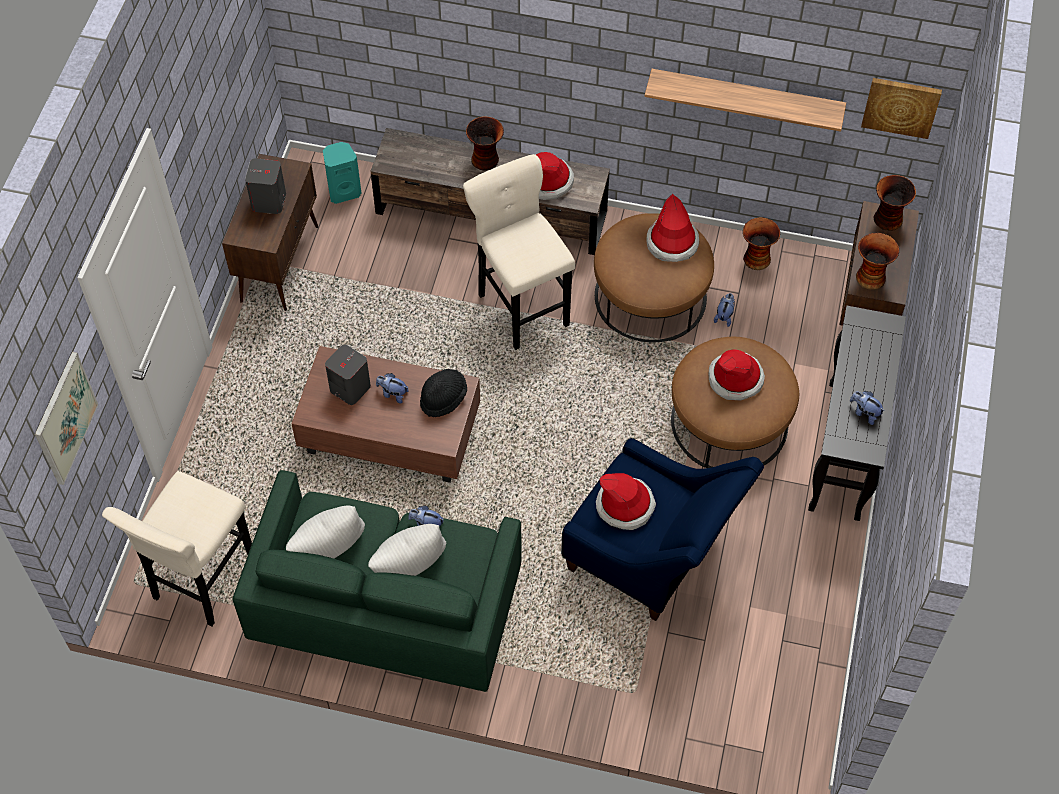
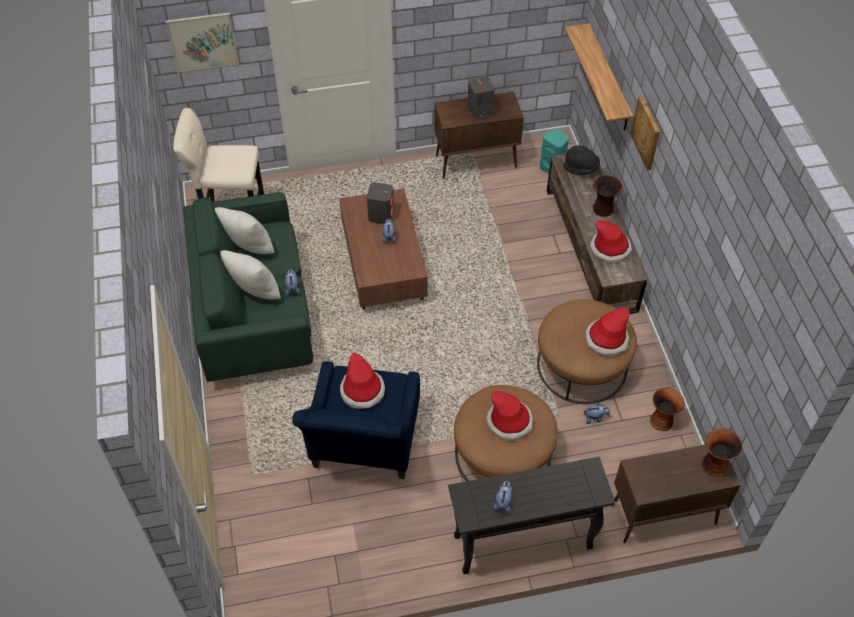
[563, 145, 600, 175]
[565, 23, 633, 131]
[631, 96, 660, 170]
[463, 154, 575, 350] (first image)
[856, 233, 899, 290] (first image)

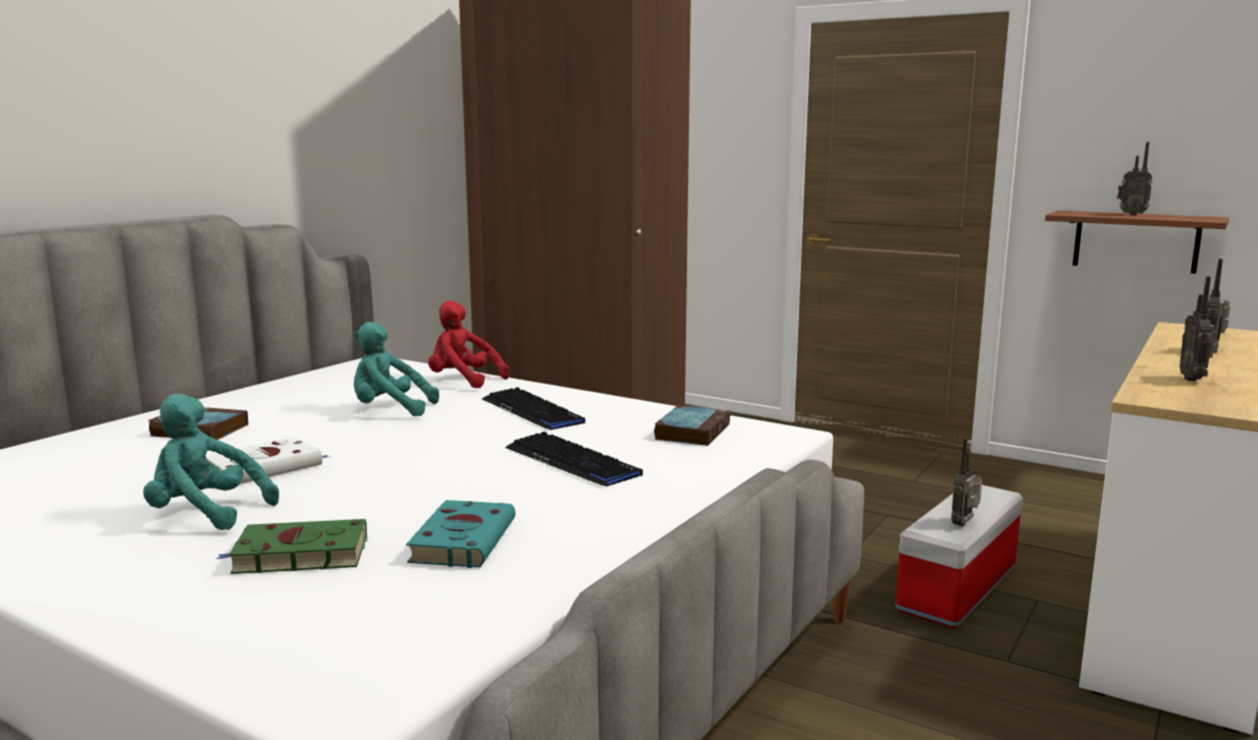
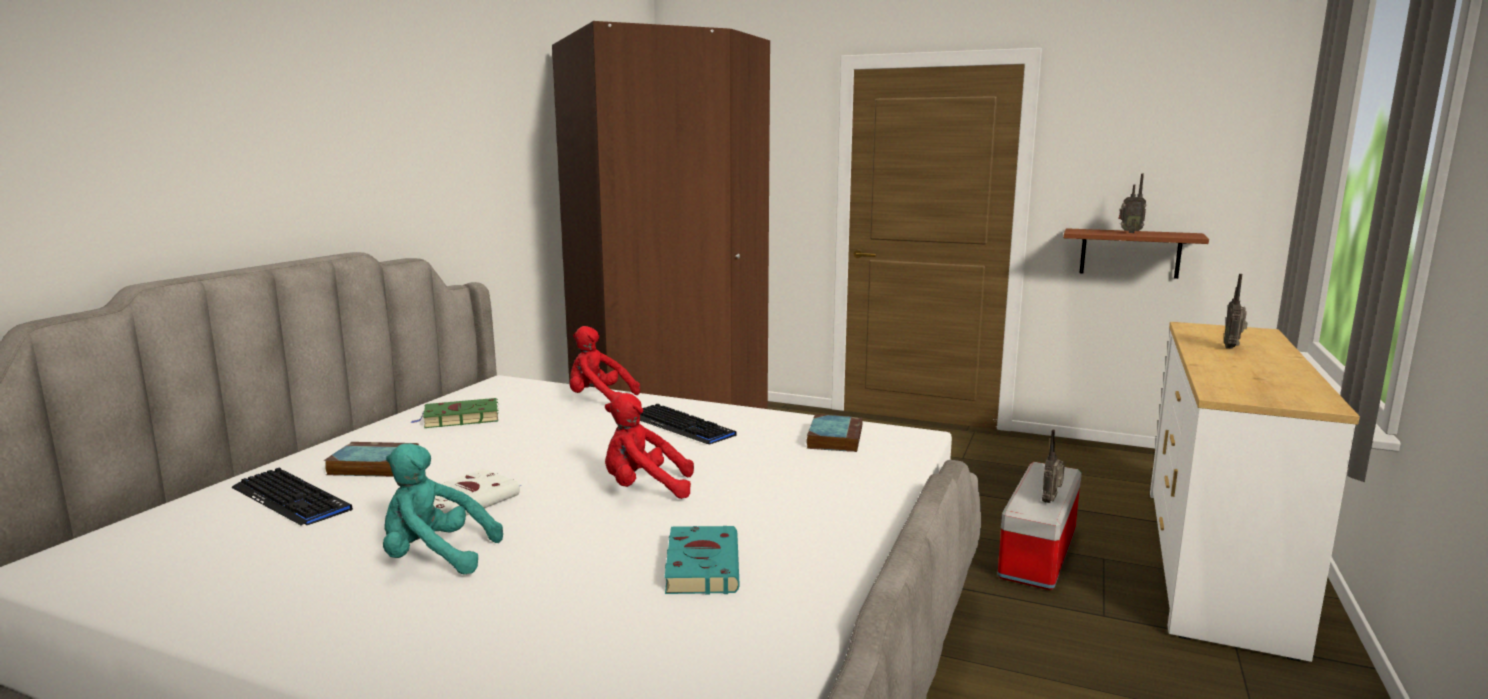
[231, 468, 353, 525]
[411, 398, 499, 428]
[605, 393, 694, 499]
[354, 322, 439, 416] (first image)
[1179, 276, 1218, 381] (first image)

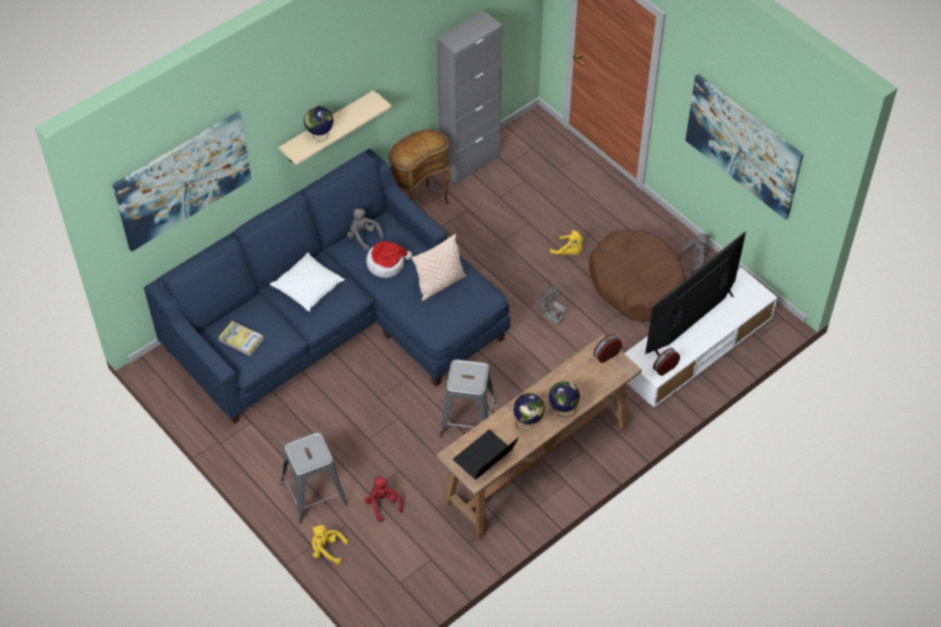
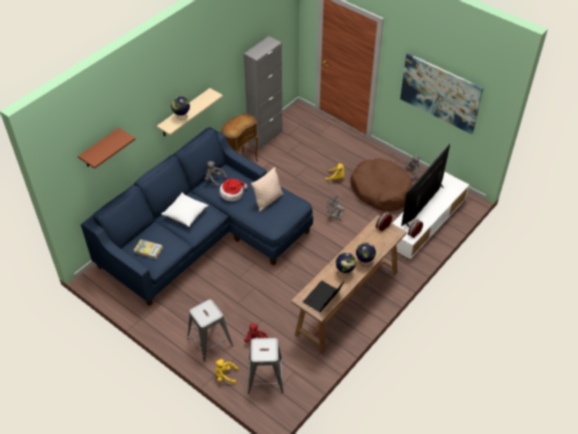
[78, 128, 136, 169]
[248, 338, 284, 394]

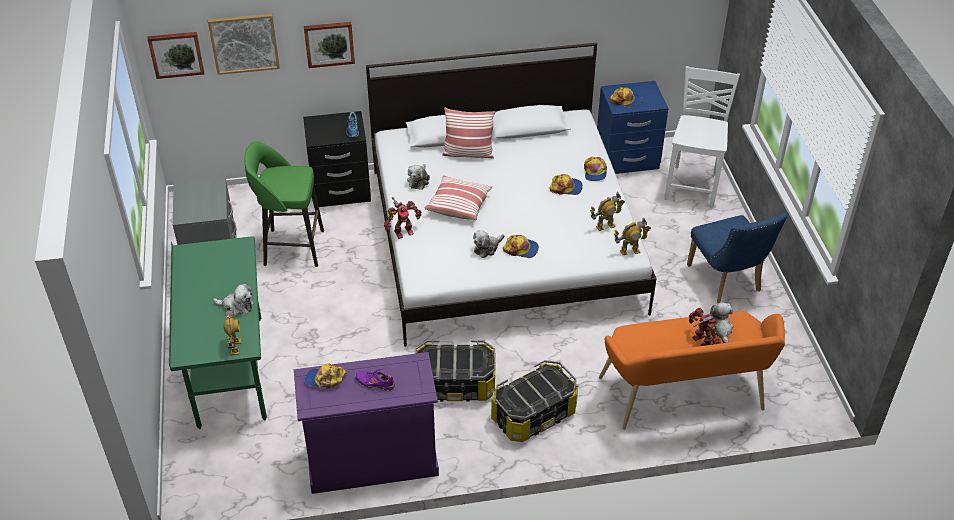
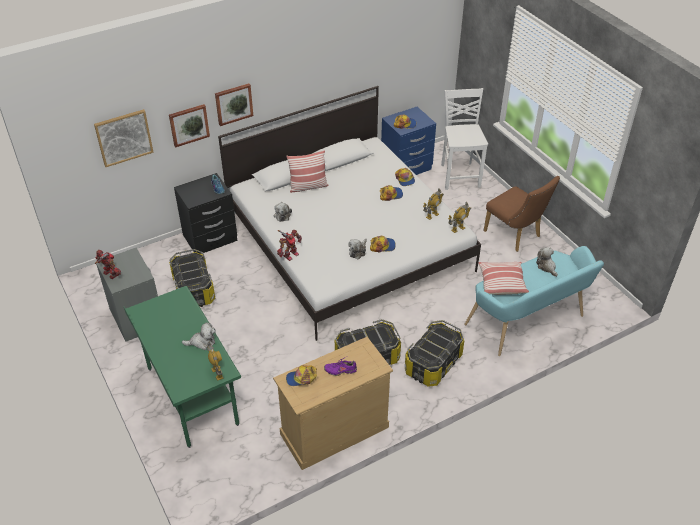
[95, 249, 121, 279]
[169, 249, 215, 307]
[215, 83, 253, 126]
[273, 337, 393, 470]
[464, 246, 604, 356]
[478, 262, 529, 295]
[483, 176, 560, 252]

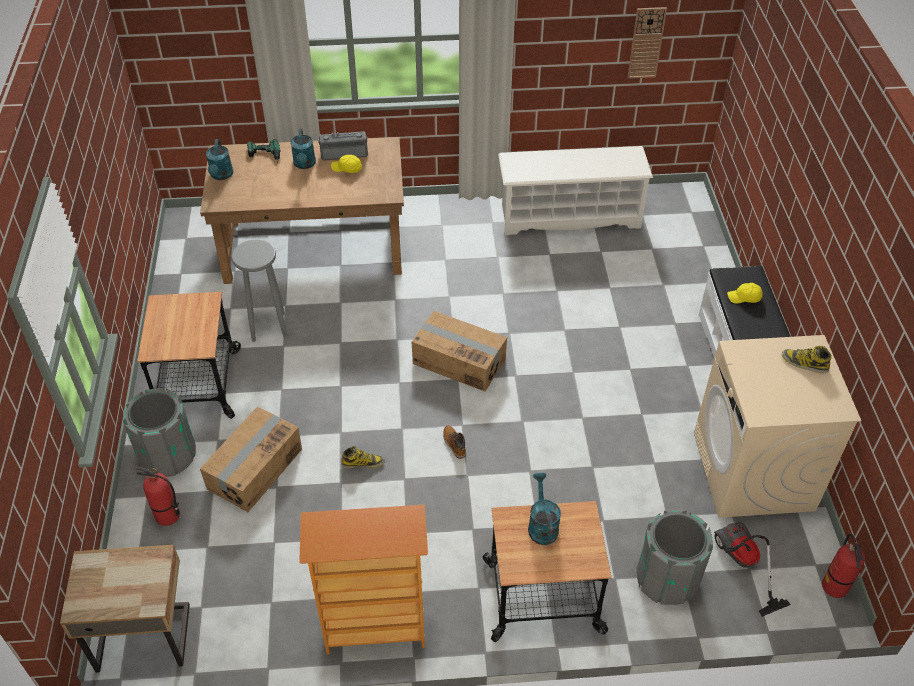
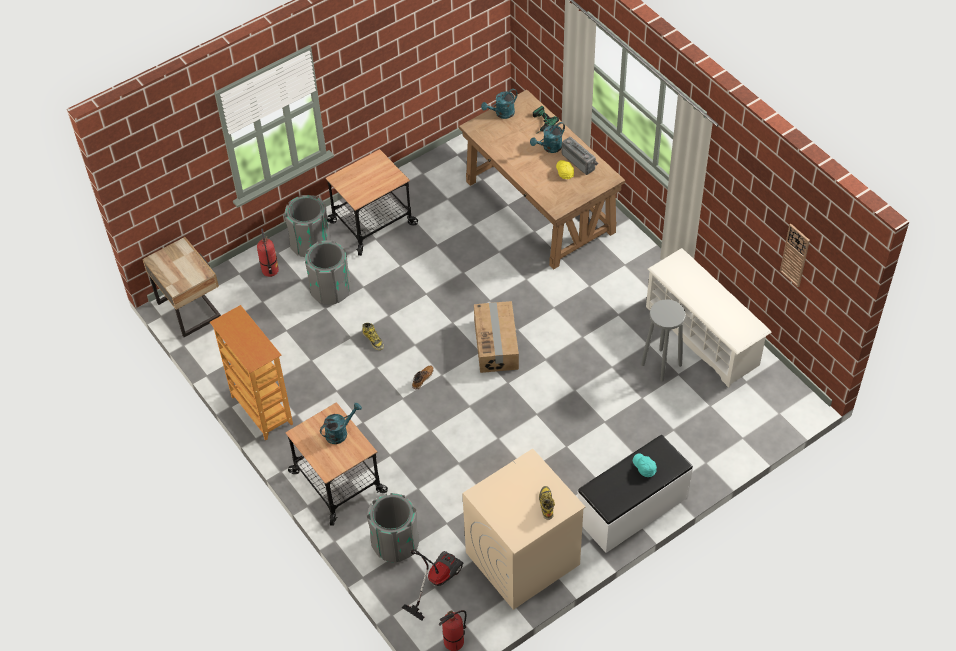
[305, 240, 351, 304]
[633, 454, 657, 477]
[641, 299, 686, 381]

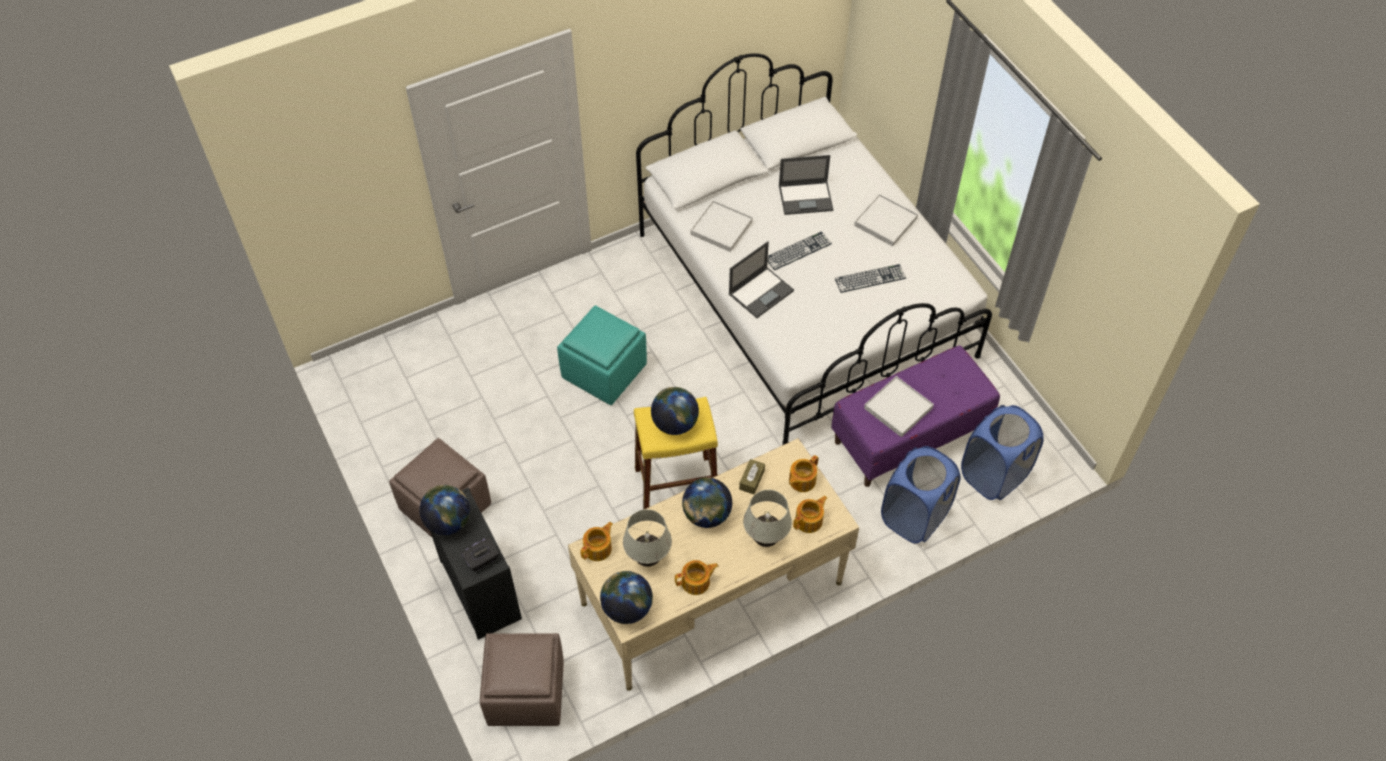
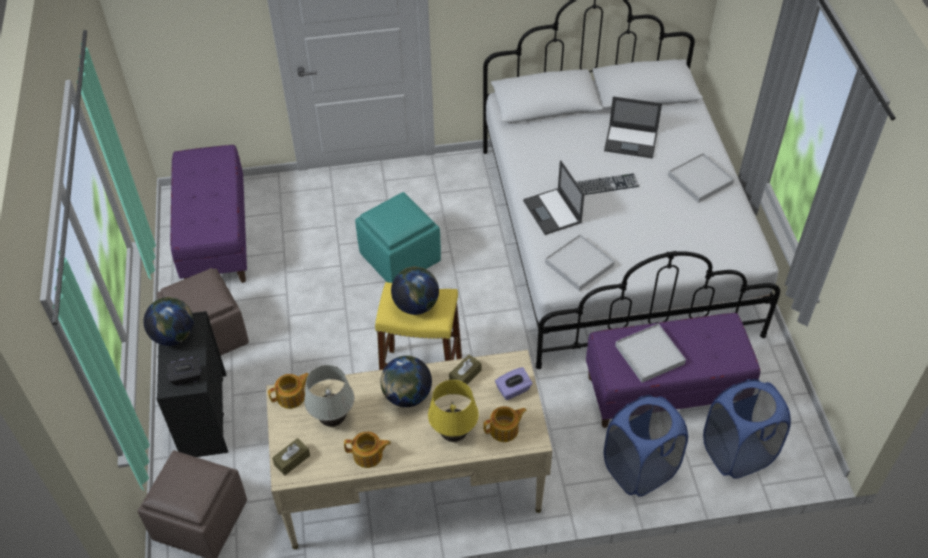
[170, 145, 247, 283]
[272, 438, 310, 475]
[428, 380, 479, 442]
[495, 367, 532, 400]
[523, 160, 584, 235]
[545, 234, 615, 291]
[835, 264, 906, 293] (first image)

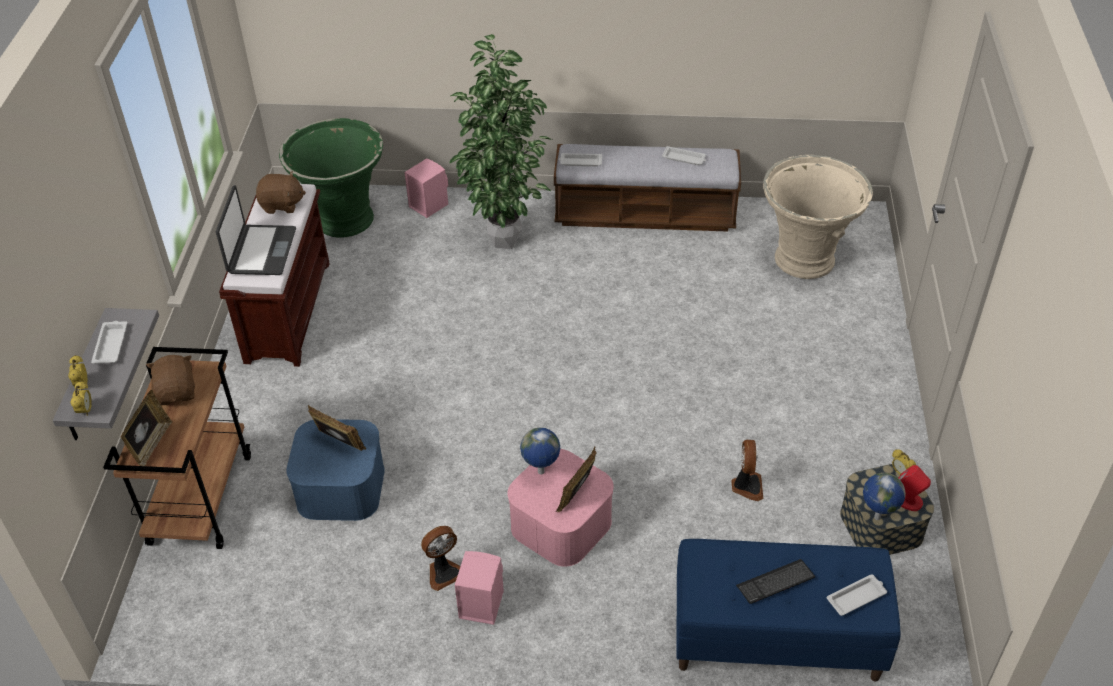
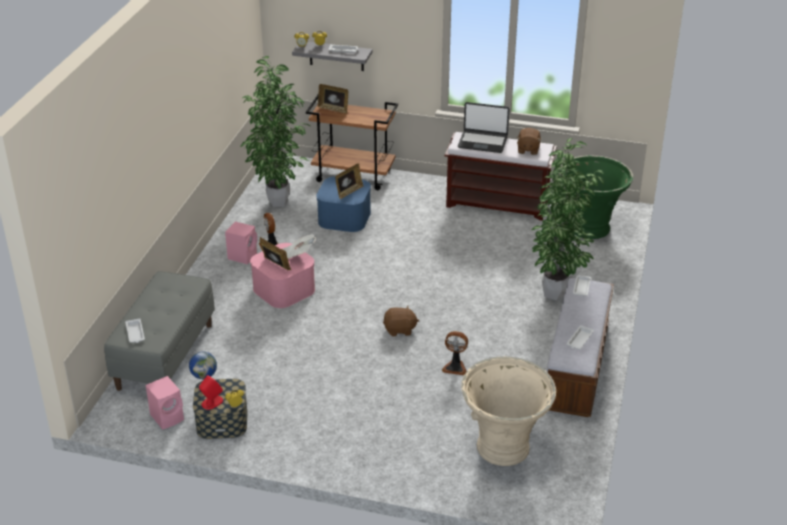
[104, 271, 215, 391]
[146, 376, 184, 430]
[241, 56, 310, 207]
[282, 234, 316, 259]
[383, 306, 419, 336]
[442, 331, 468, 375]
[736, 559, 815, 604] (first image)

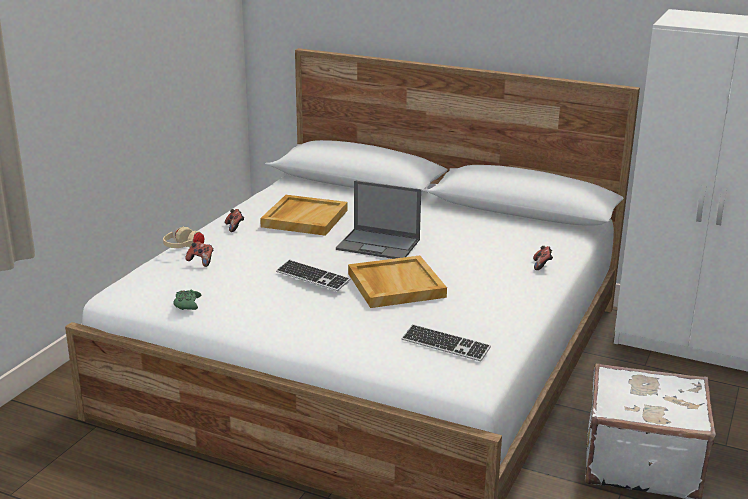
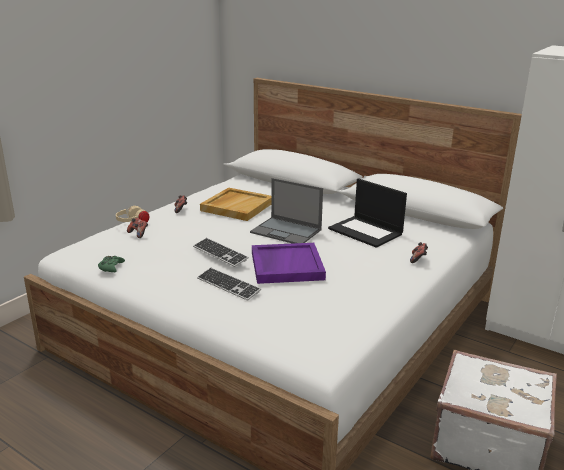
[197, 268, 261, 301]
[252, 243, 326, 284]
[328, 178, 407, 248]

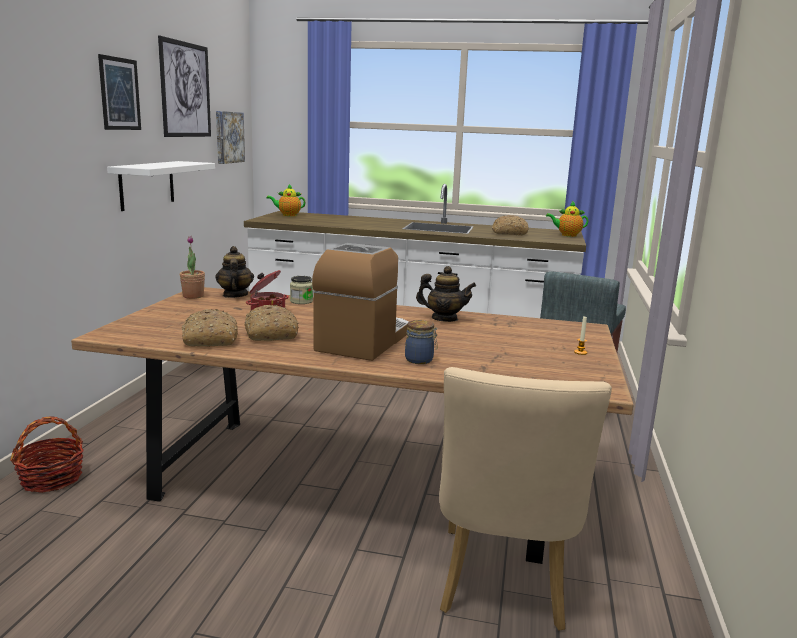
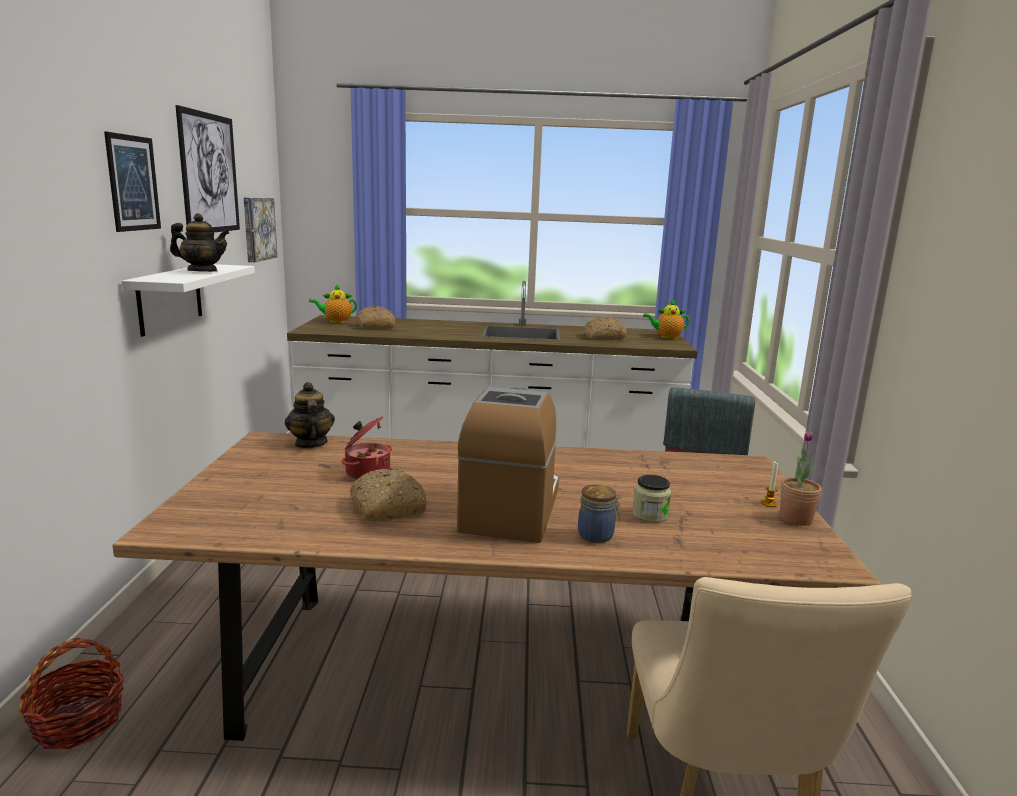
[170, 213, 229, 272]
[356, 306, 395, 329]
[633, 475, 671, 523]
[780, 429, 822, 526]

